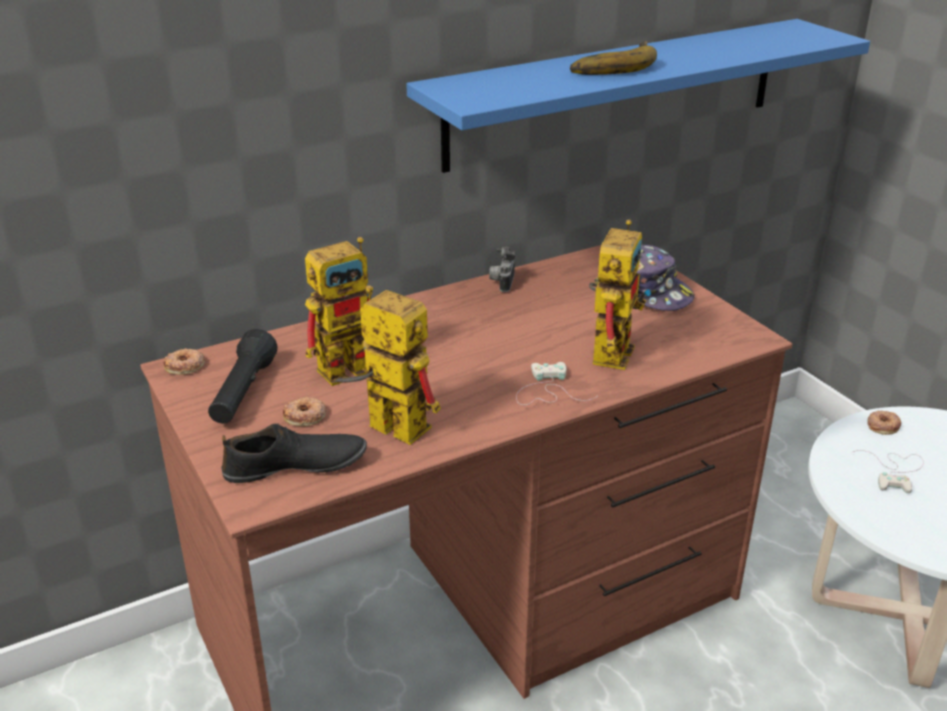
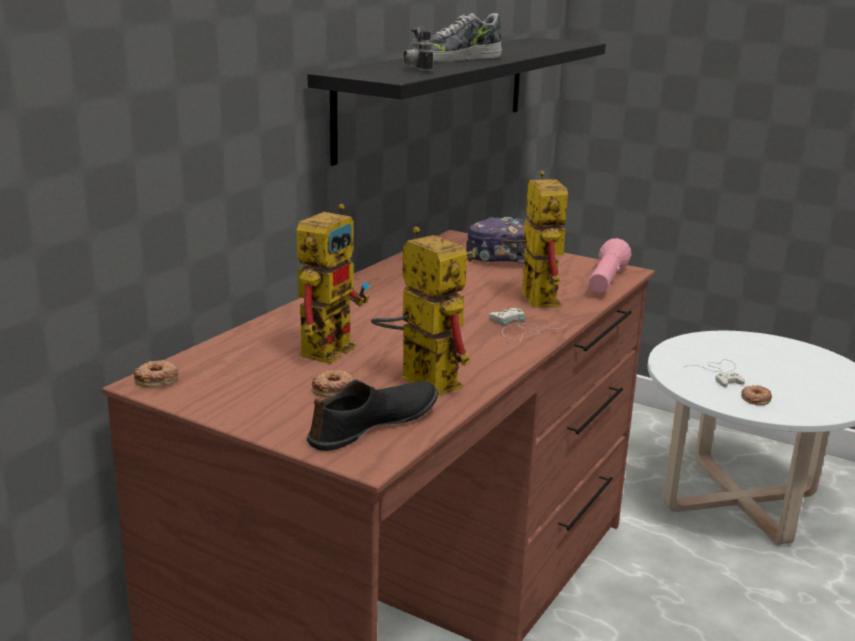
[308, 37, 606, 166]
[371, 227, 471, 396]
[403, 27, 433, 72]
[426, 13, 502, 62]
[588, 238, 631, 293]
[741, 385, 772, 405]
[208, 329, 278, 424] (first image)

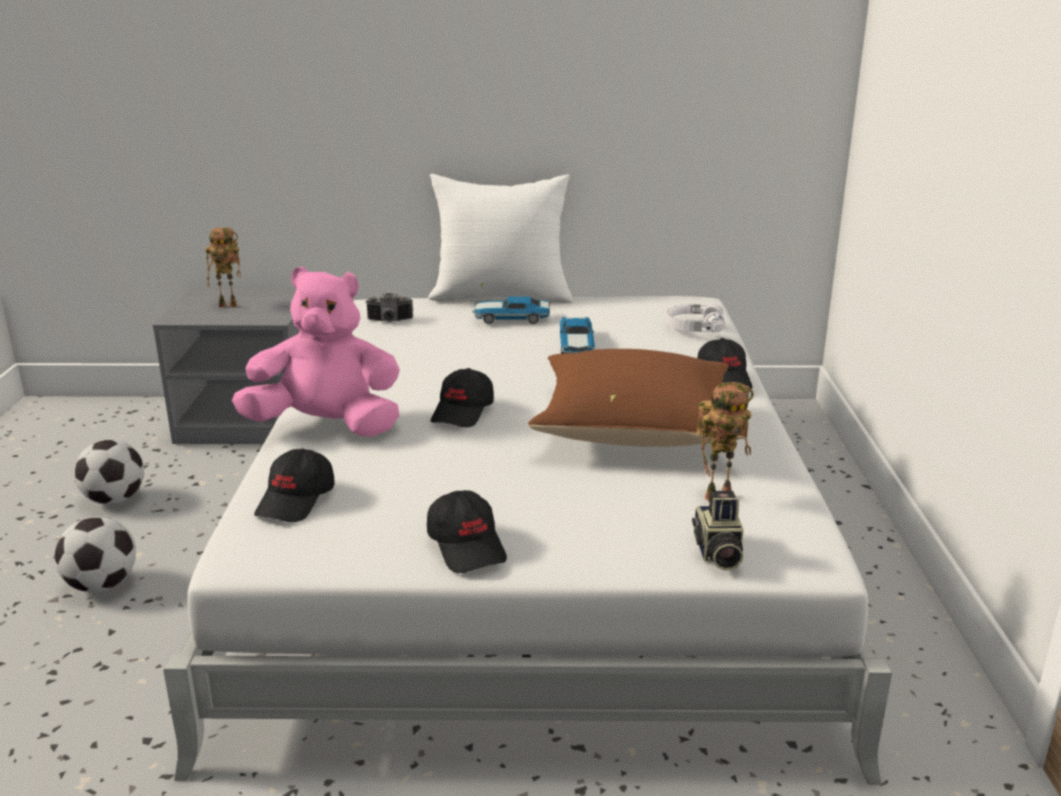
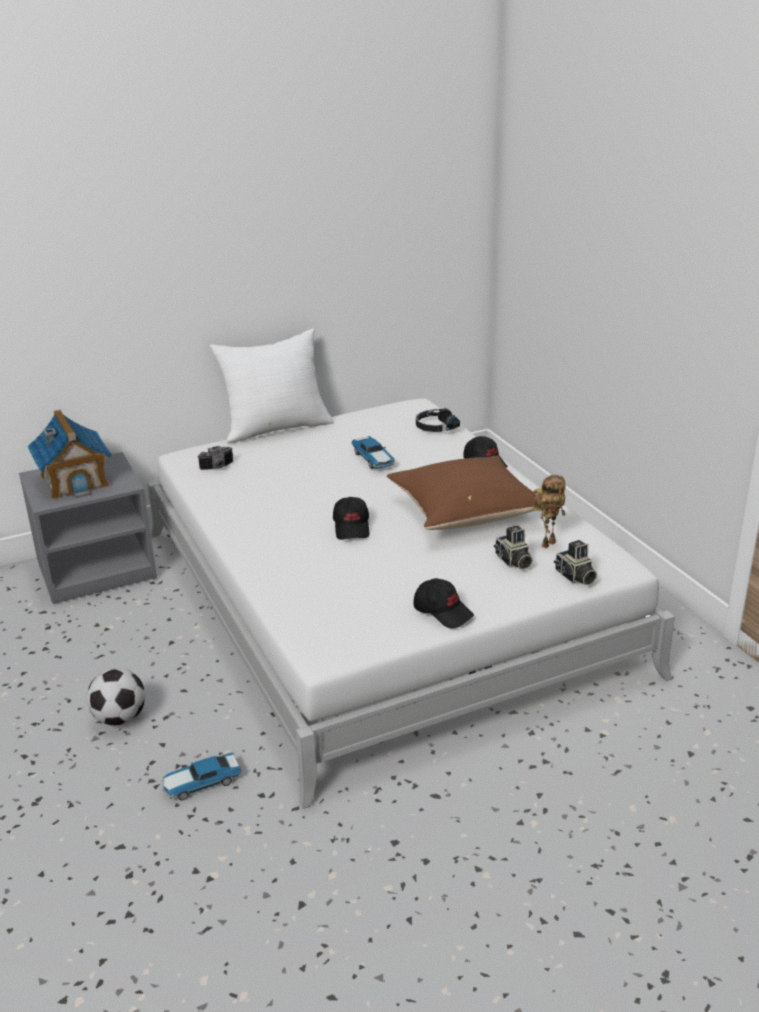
[28, 410, 111, 500]
[162, 753, 242, 800]
[416, 408, 460, 432]
[494, 525, 533, 570]
[74, 440, 144, 504] (first image)
[232, 267, 400, 437] (first image)
[254, 448, 335, 522] (first image)

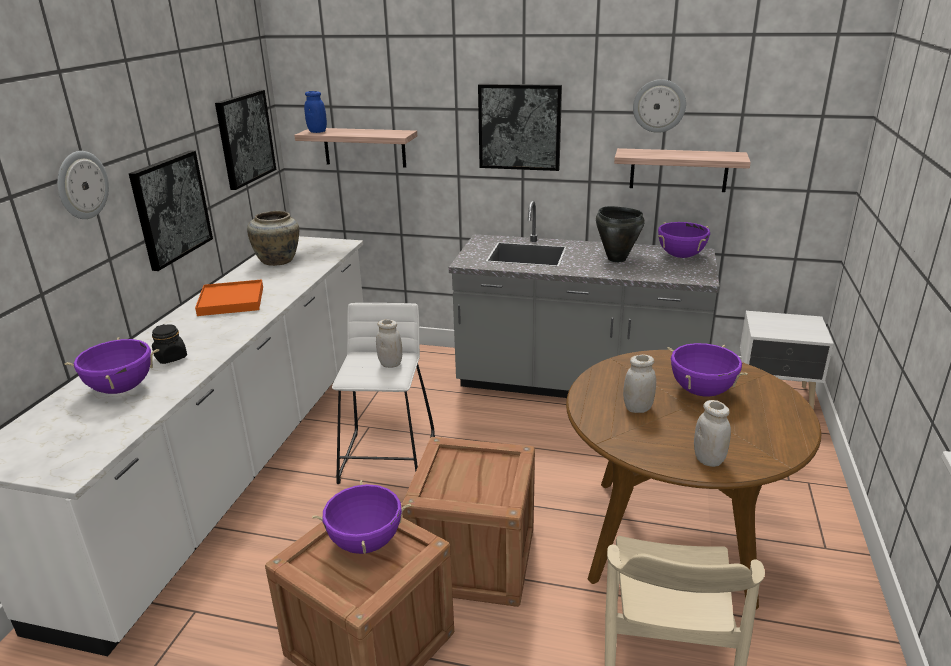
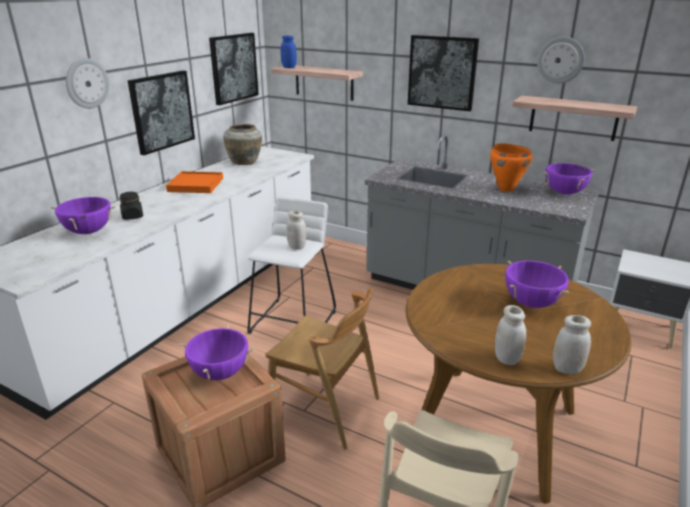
[265, 288, 380, 450]
[490, 143, 532, 192]
[553, 315, 591, 374]

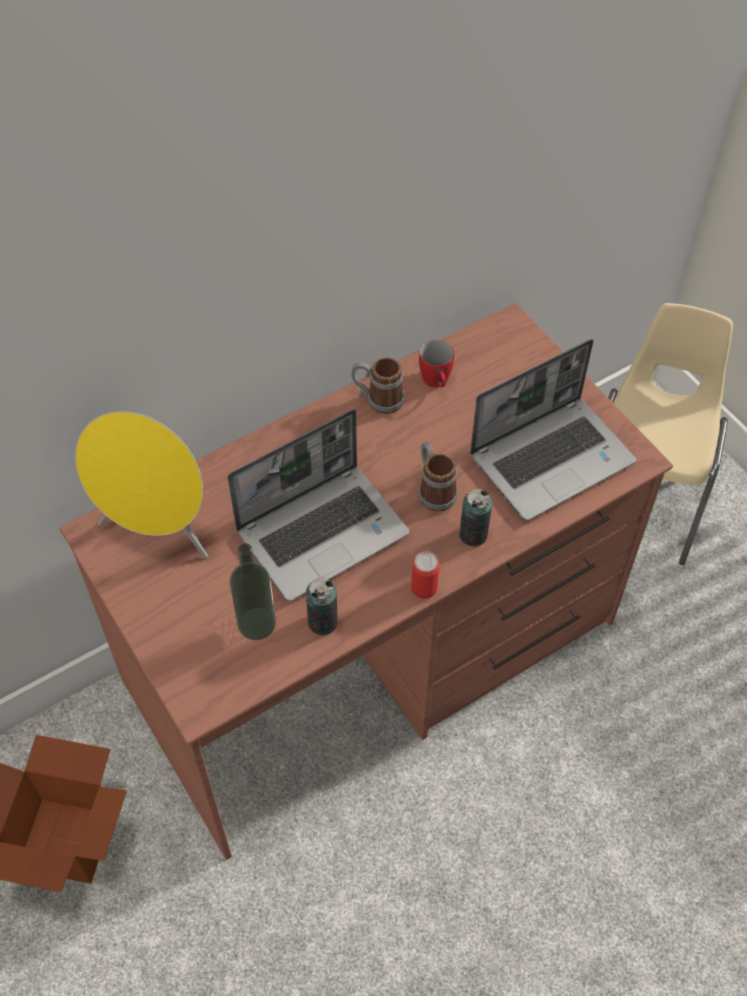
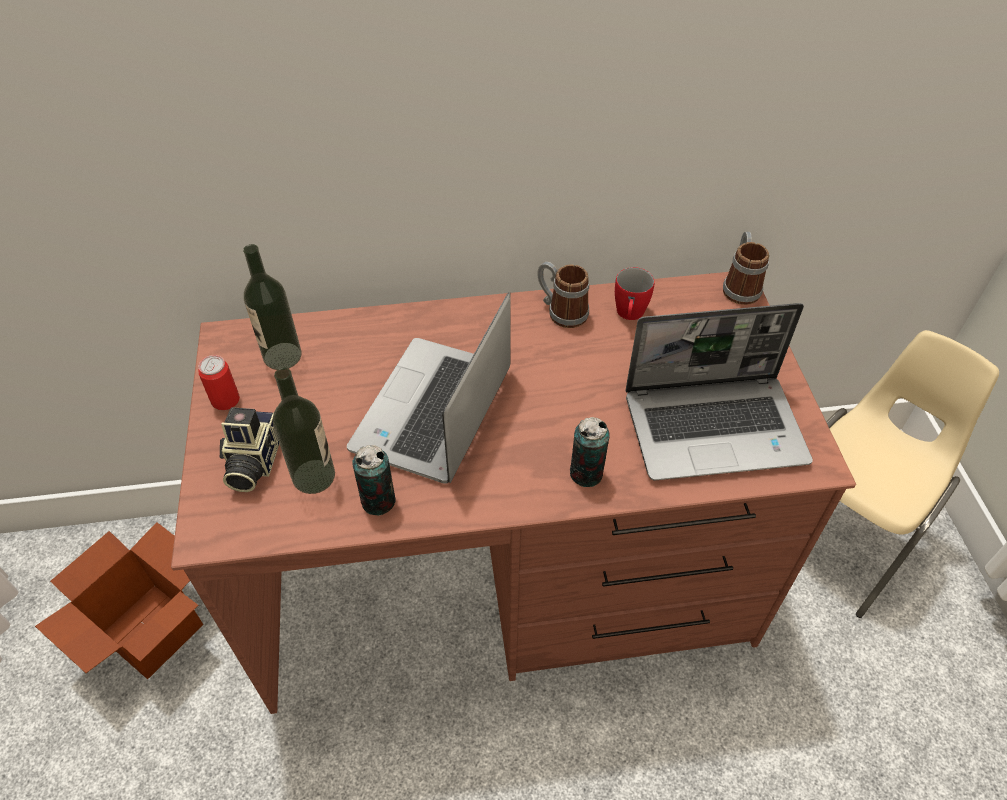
[198, 355, 240, 410]
[220, 407, 279, 492]
[243, 244, 301, 370]
[347, 292, 511, 484]
[723, 232, 769, 305]

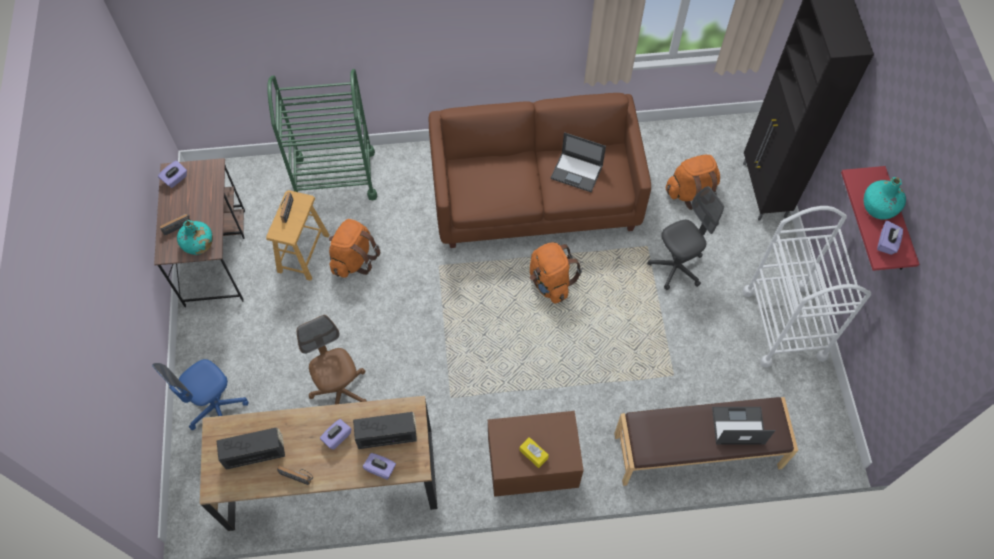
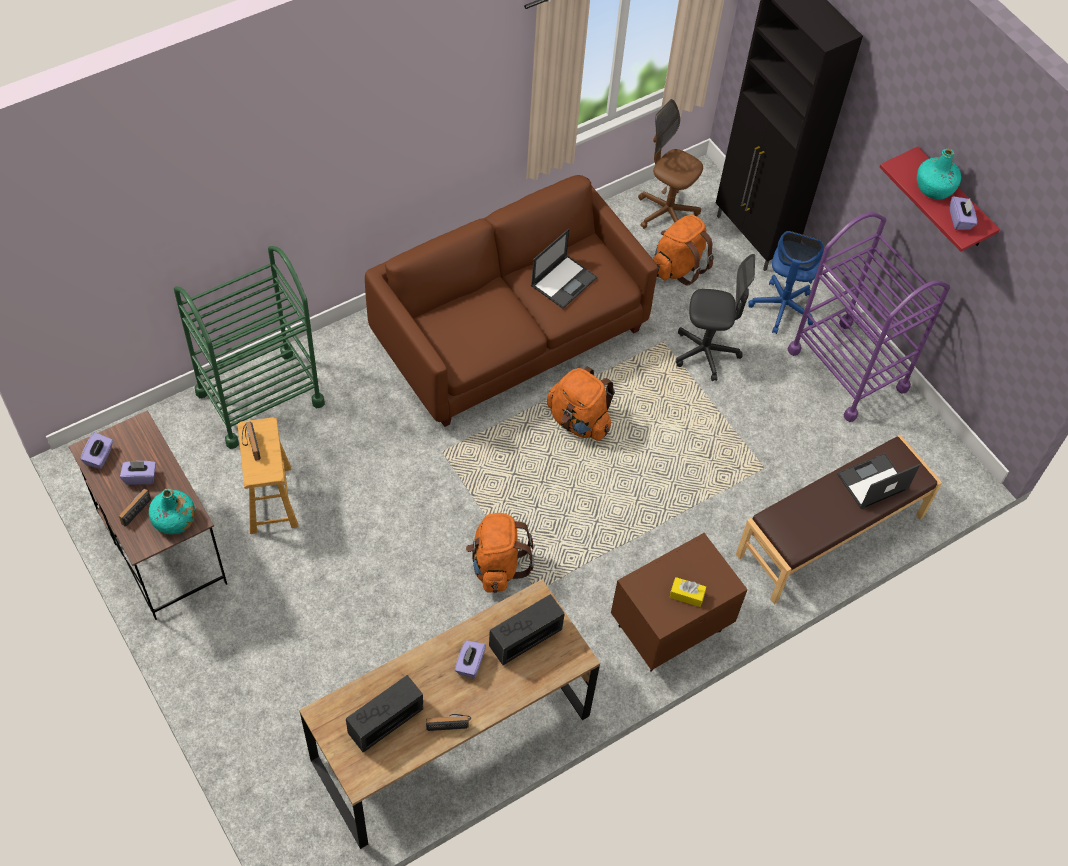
[120, 461, 156, 485]
[466, 513, 534, 593]
[531, 229, 597, 309]
[638, 99, 703, 229]
[676, 254, 755, 381]
[748, 231, 824, 334]
[787, 212, 950, 422]

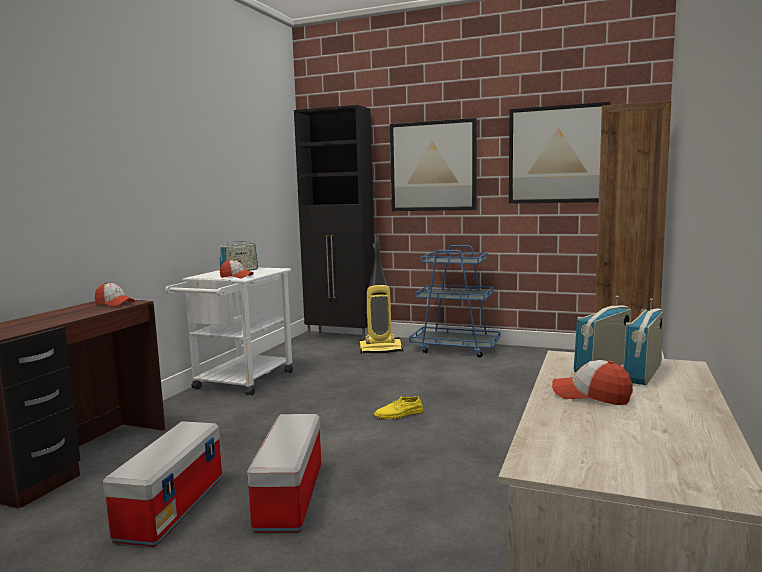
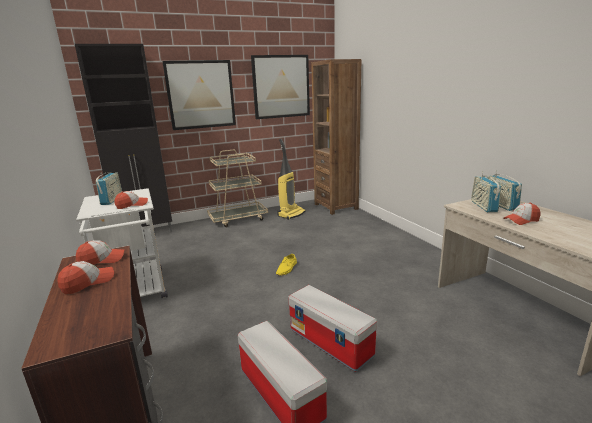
[58, 261, 114, 294]
[207, 150, 268, 227]
[277, 139, 306, 220]

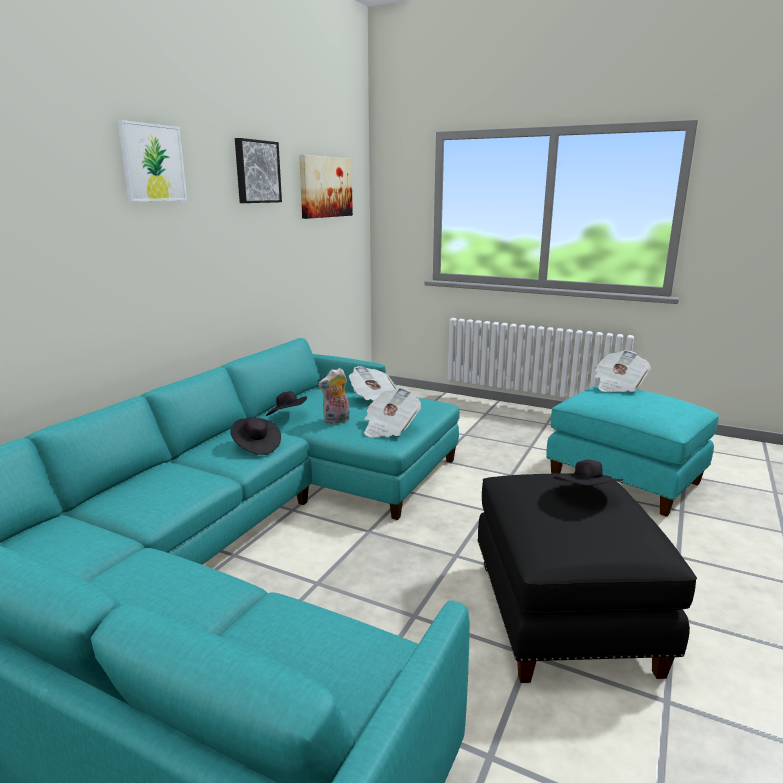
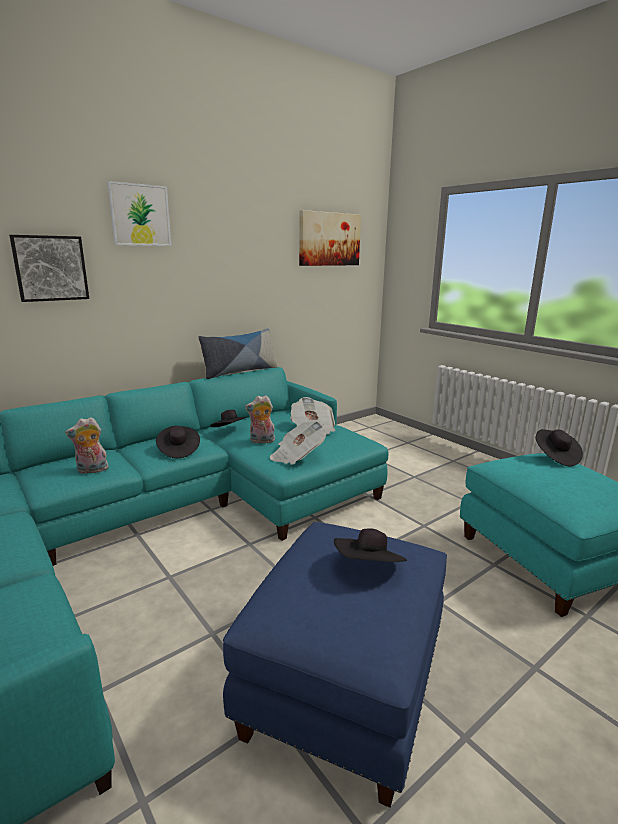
[9, 235, 89, 302]
[65, 417, 108, 474]
[198, 328, 278, 379]
[223, 522, 447, 808]
[536, 429, 583, 467]

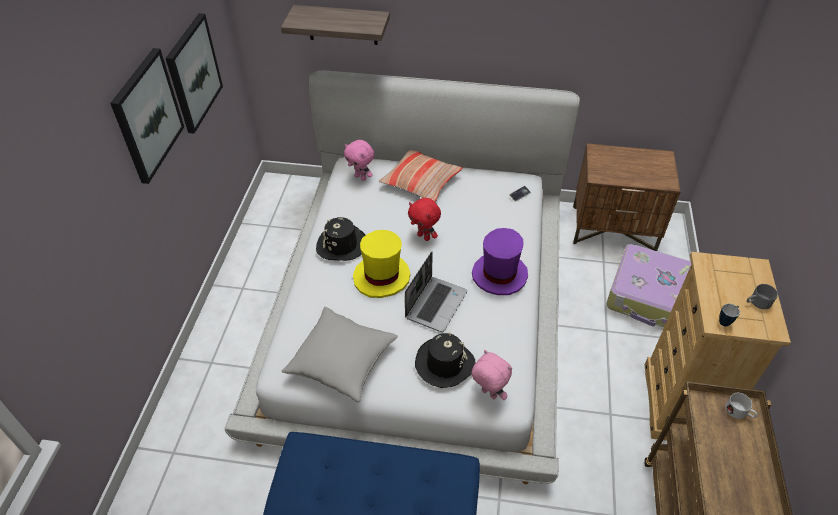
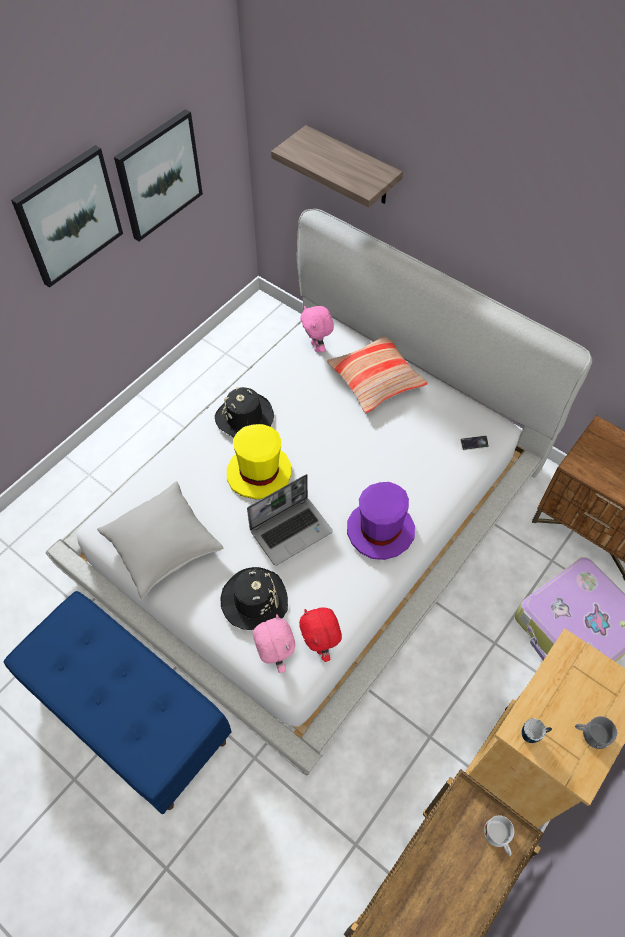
[299, 608, 342, 662]

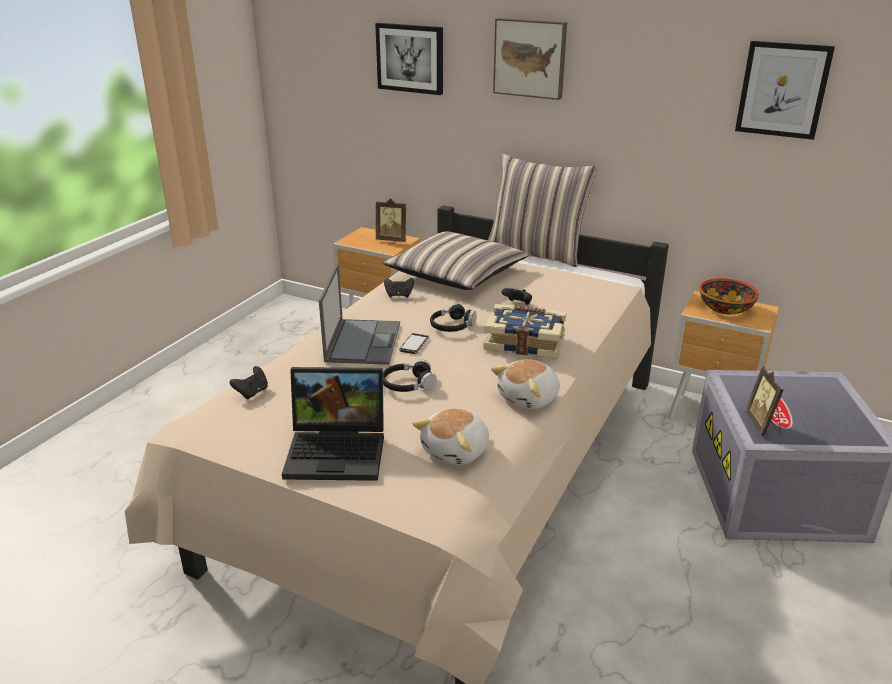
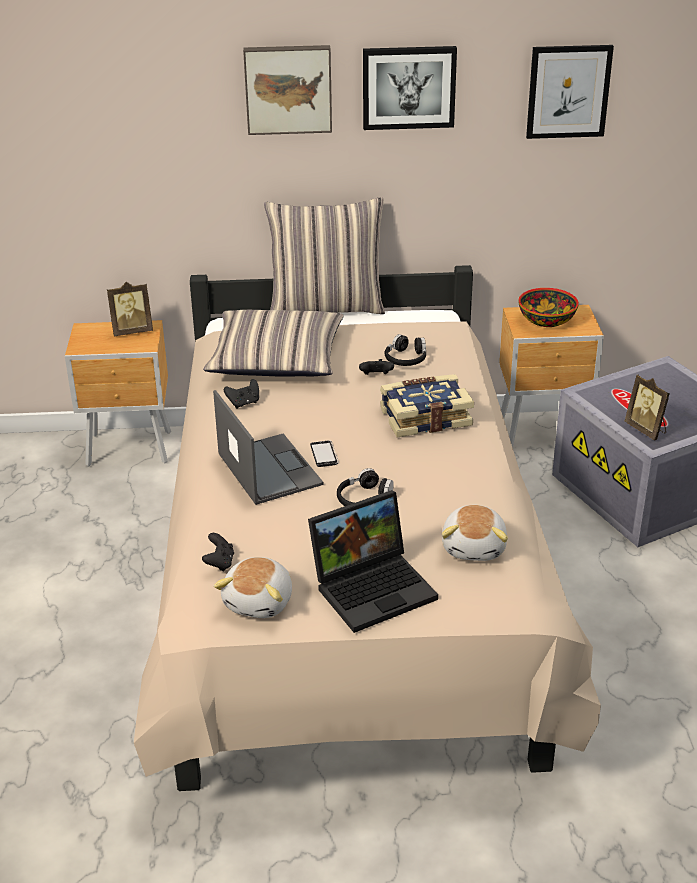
[214, 557, 292, 618]
[363, 46, 457, 130]
[385, 334, 426, 366]

